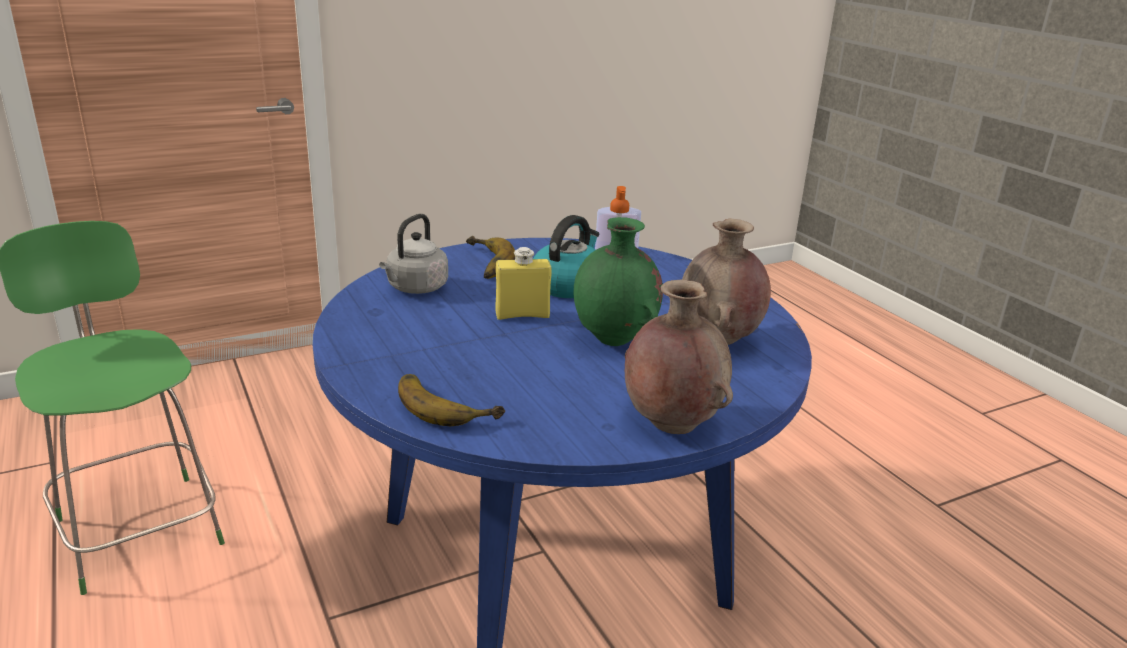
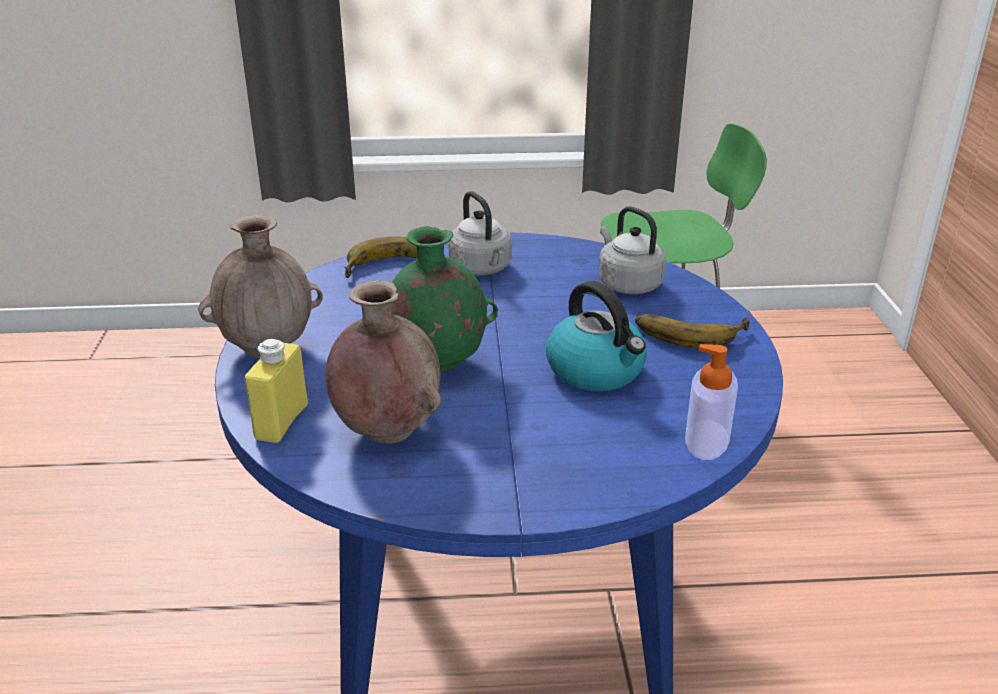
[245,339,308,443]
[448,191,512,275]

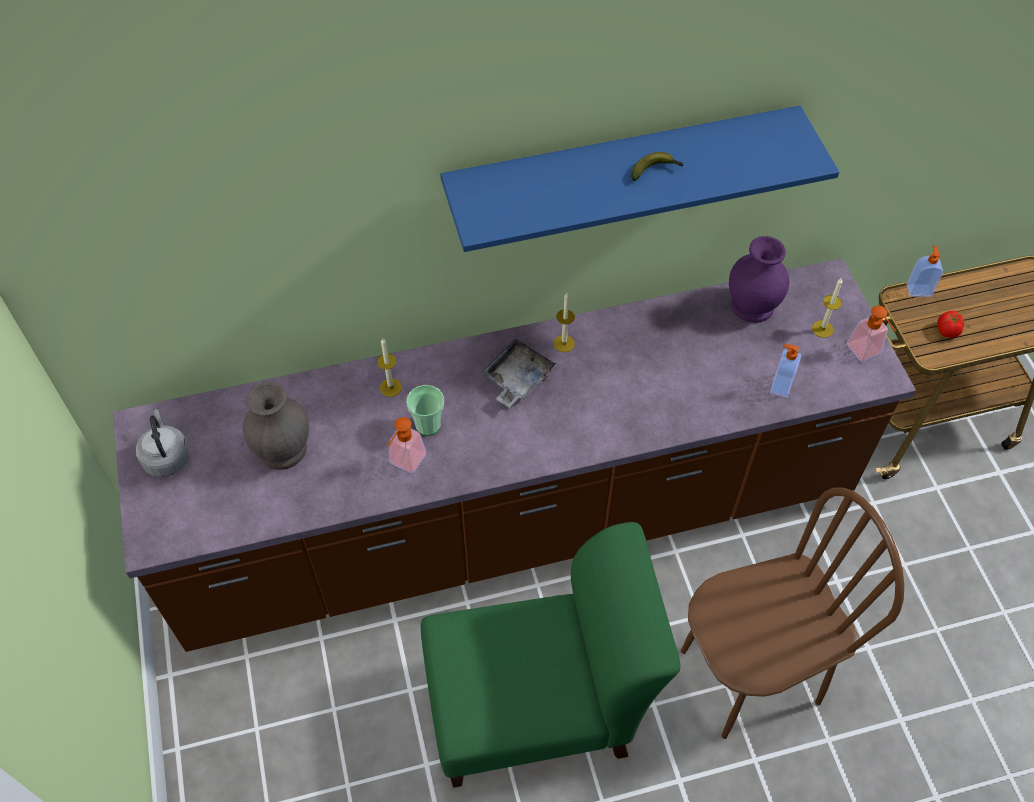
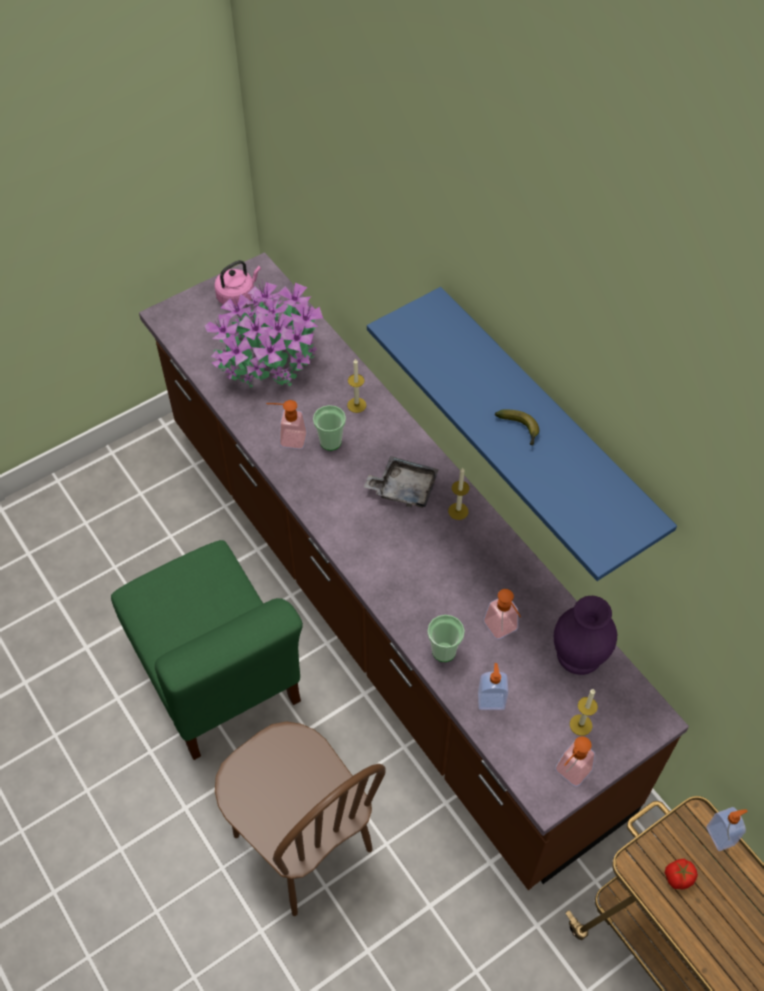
[205,281,323,388]
[214,260,261,307]
[483,589,521,639]
[427,615,465,662]

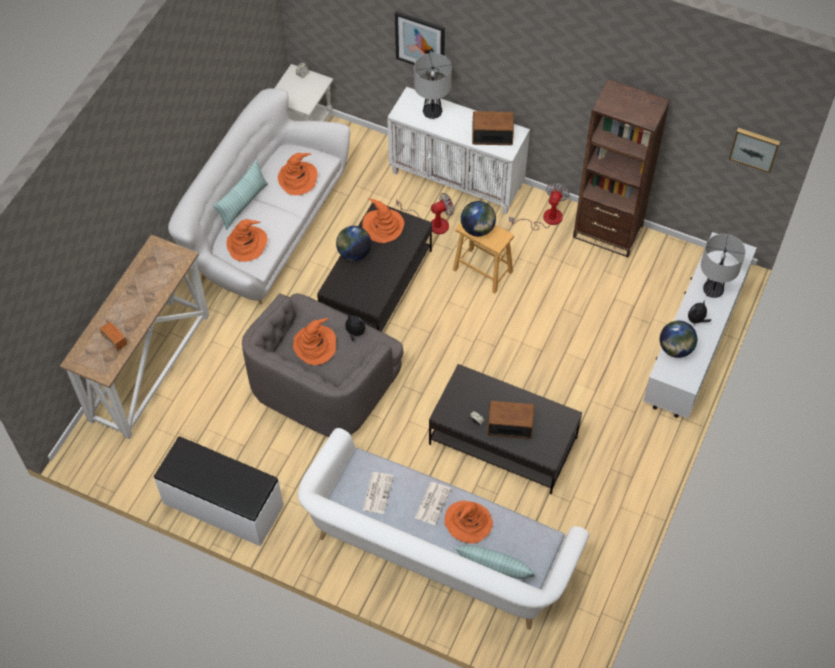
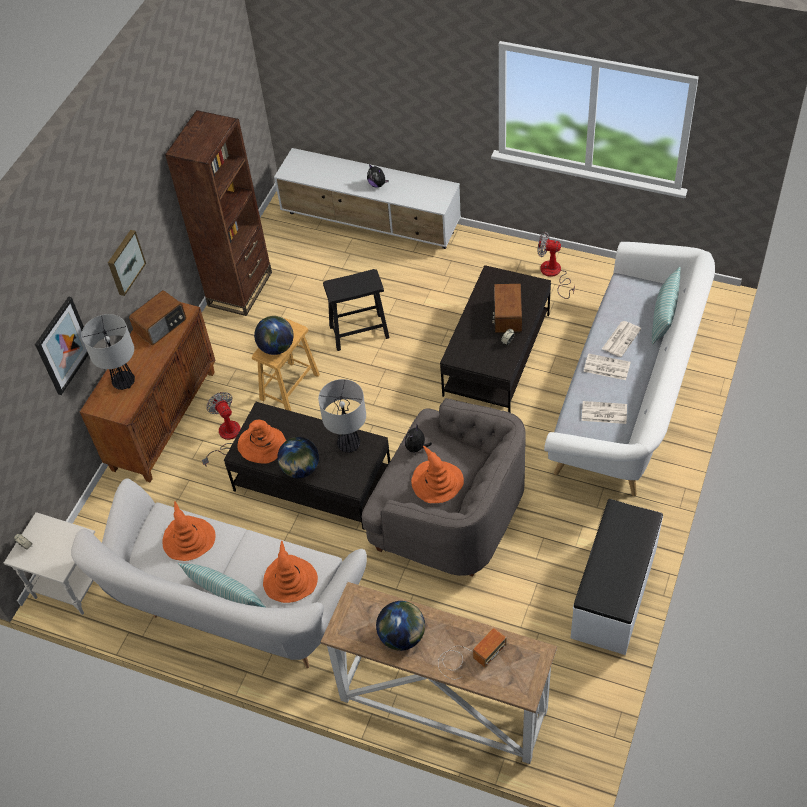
[80,302,216,482]
[129,290,186,346]
[108,230,146,296]
[537,232,575,299]
[318,379,366,453]
[376,601,425,651]
[602,321,641,357]
[323,269,389,351]

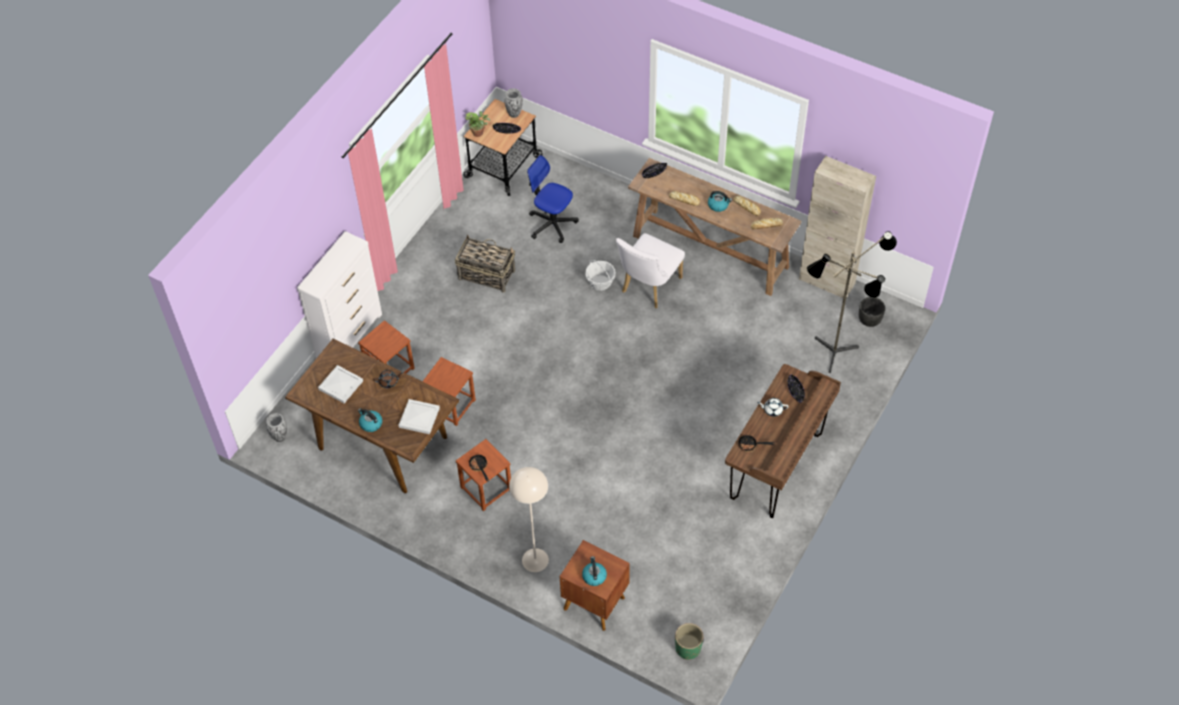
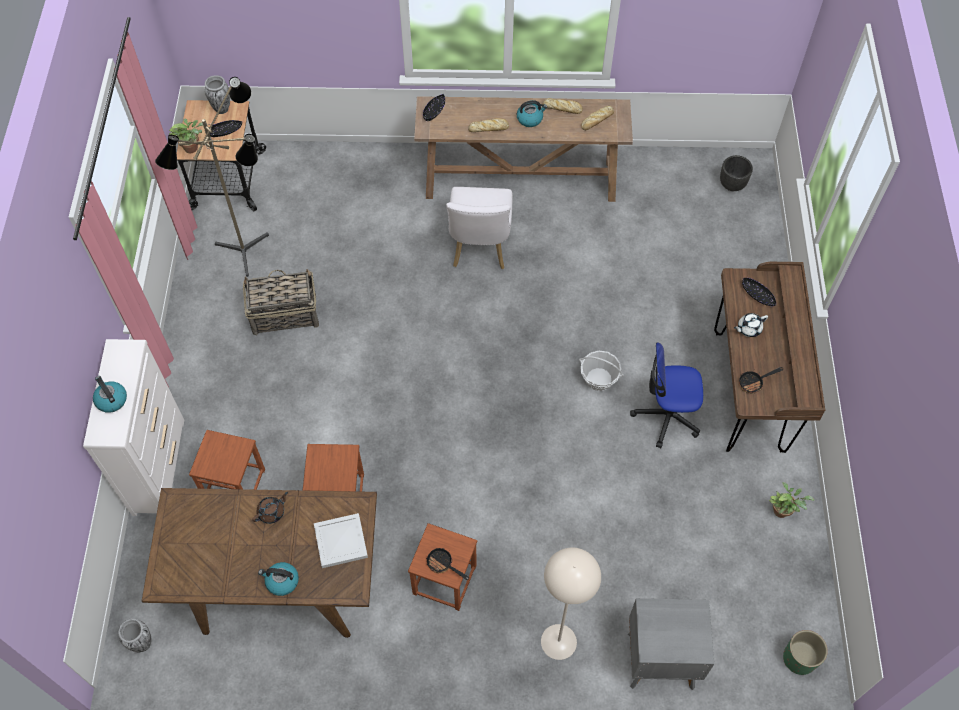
[630,342,703,448]
[799,156,876,298] (first image)
[155,77,269,277]
[579,351,624,391]
[318,365,363,403] (first image)
[628,598,714,690]
[93,376,127,413]
[769,482,815,518]

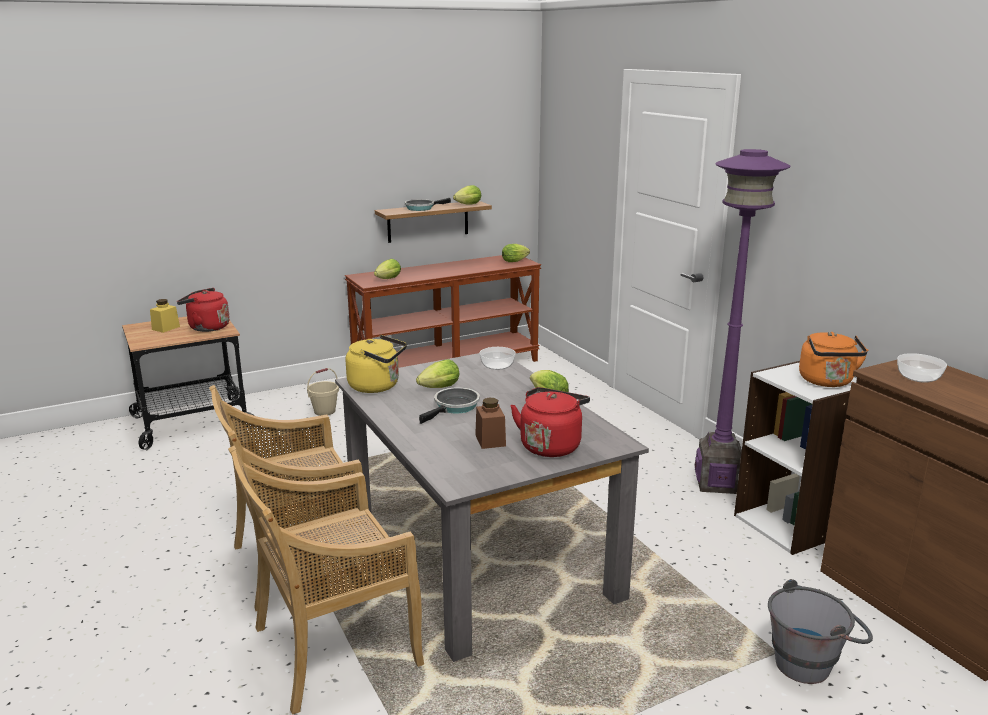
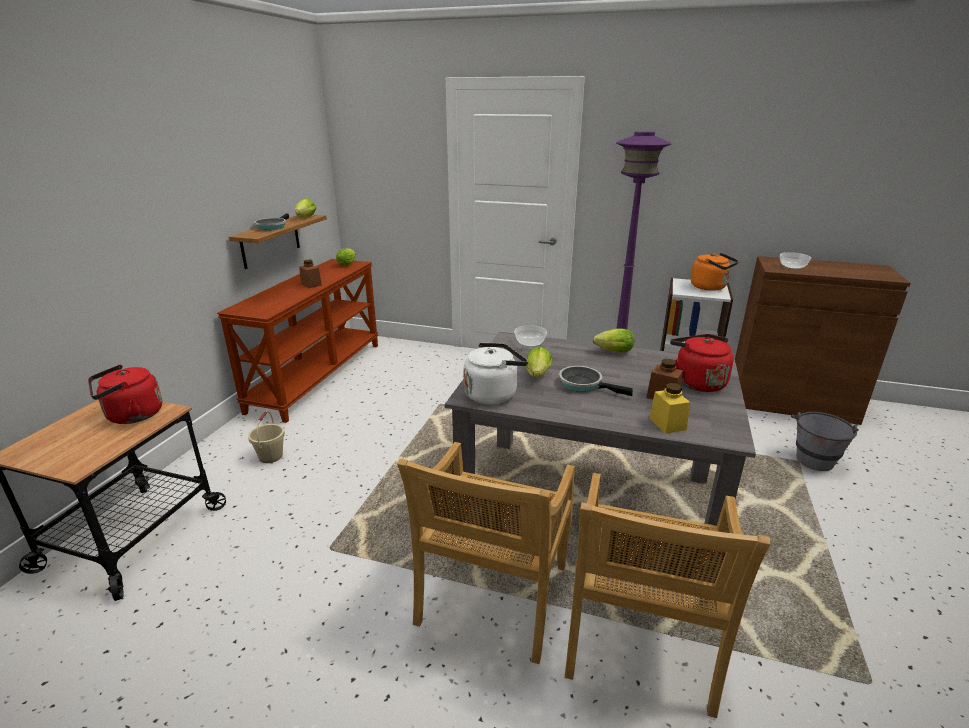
[374,259,401,279] (first image)
[649,383,690,434]
[463,343,528,405]
[559,366,633,396]
[299,260,322,288]

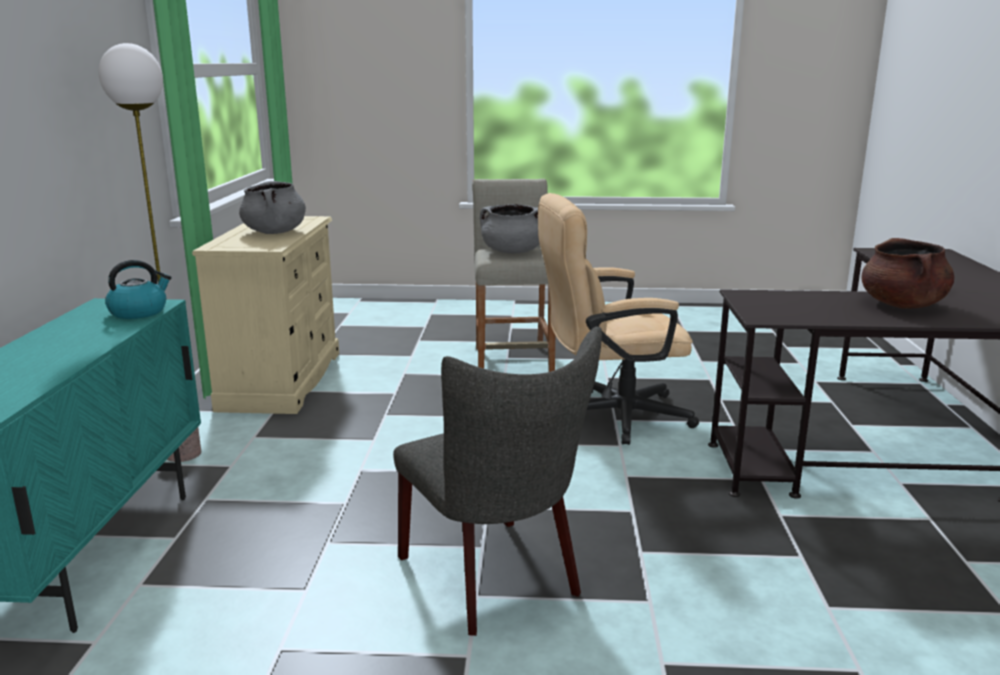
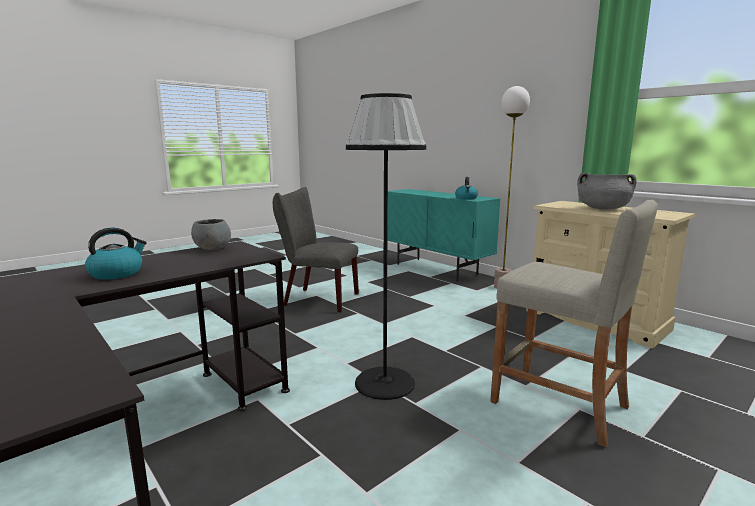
[346,93,426,400]
[480,204,540,253] (first image)
[85,228,147,280]
[191,219,231,250]

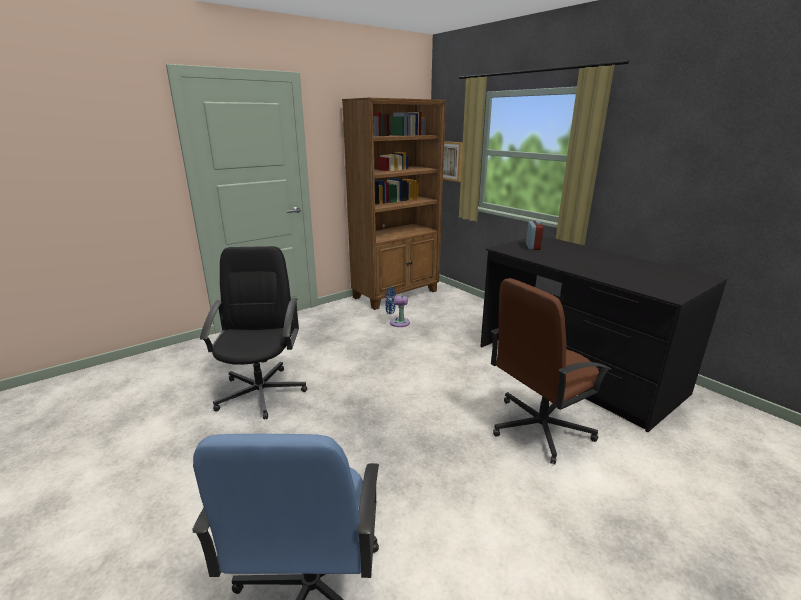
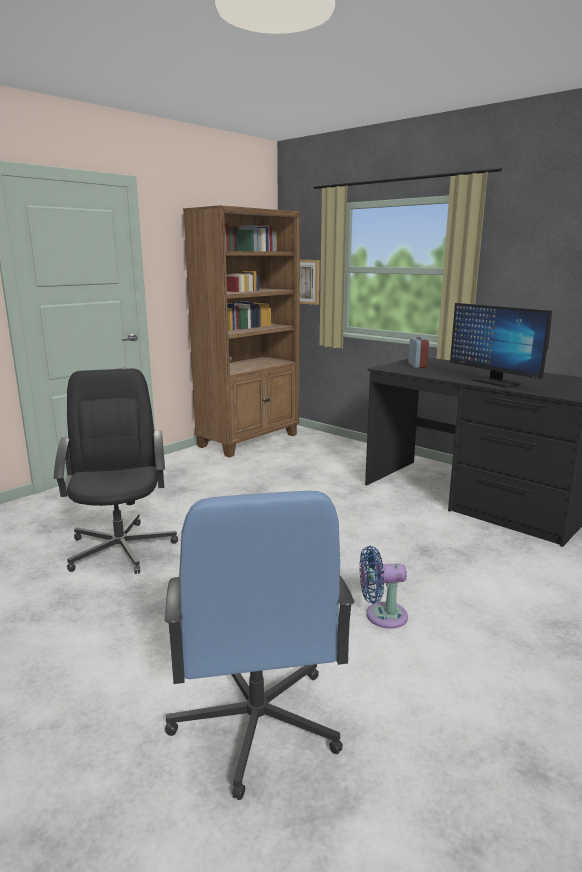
[491,278,612,464] (first image)
[360,546,408,629]
[450,303,552,388]

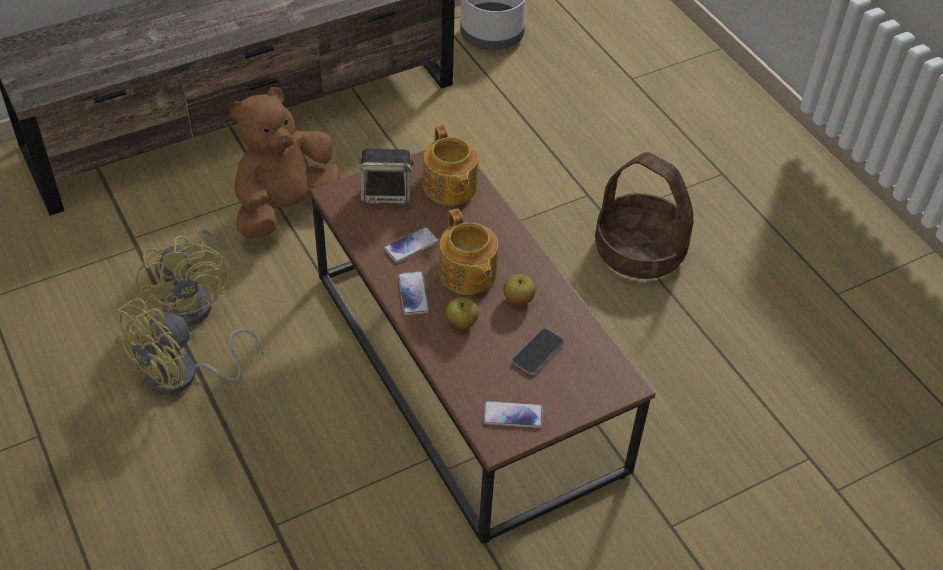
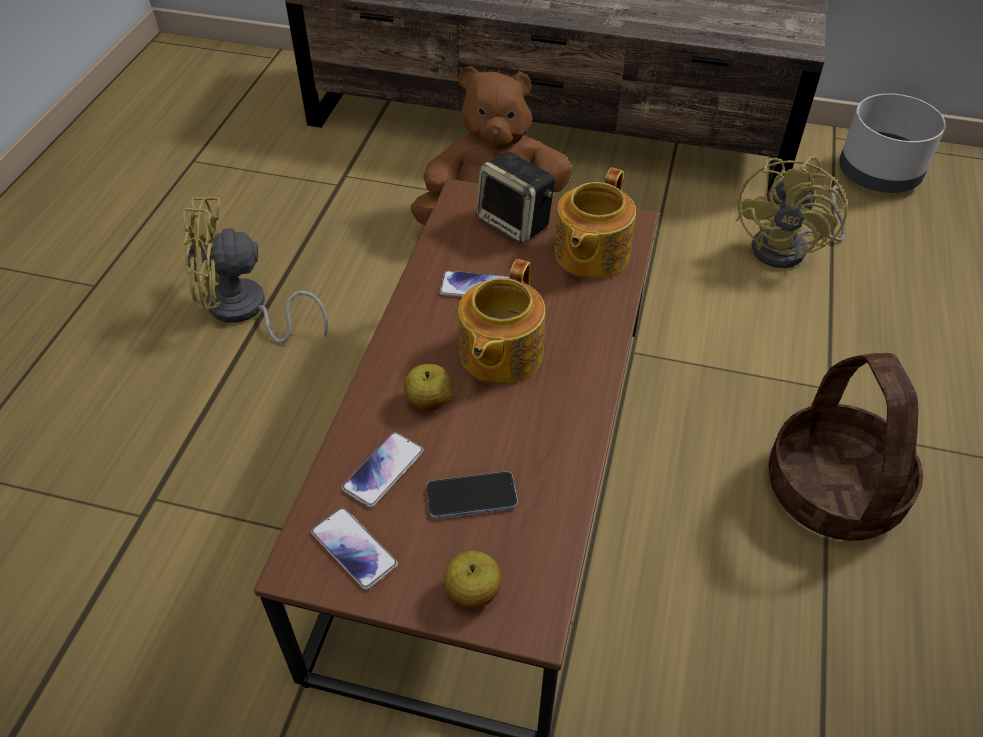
[735,157,848,268]
[342,432,424,508]
[444,551,501,609]

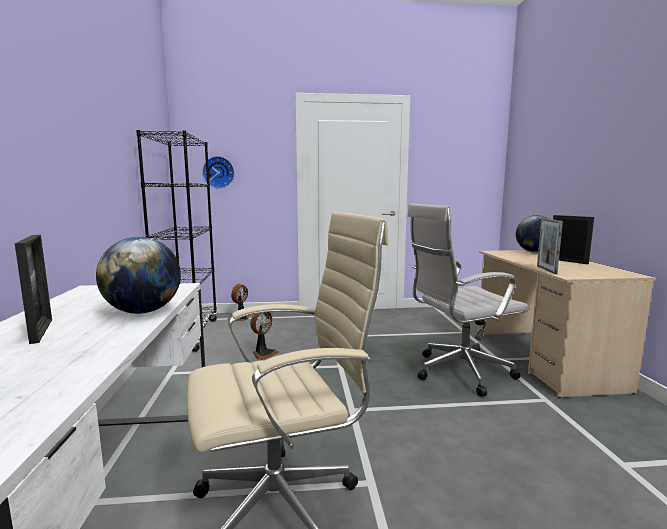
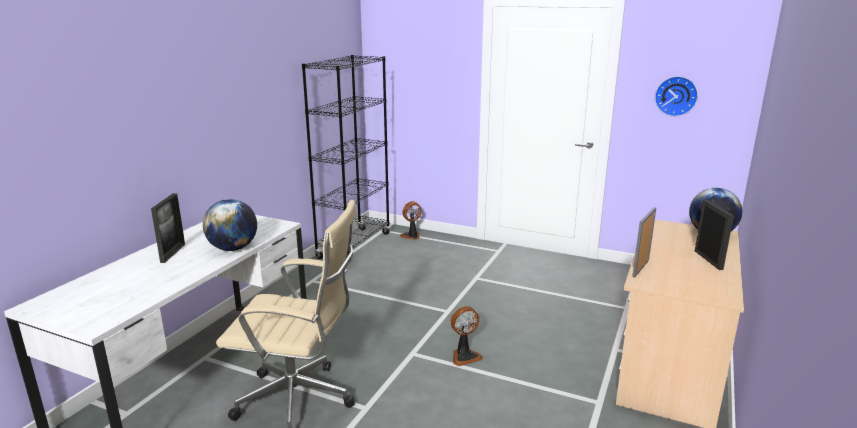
[655,76,698,117]
[407,203,529,397] (first image)
[451,306,483,366]

